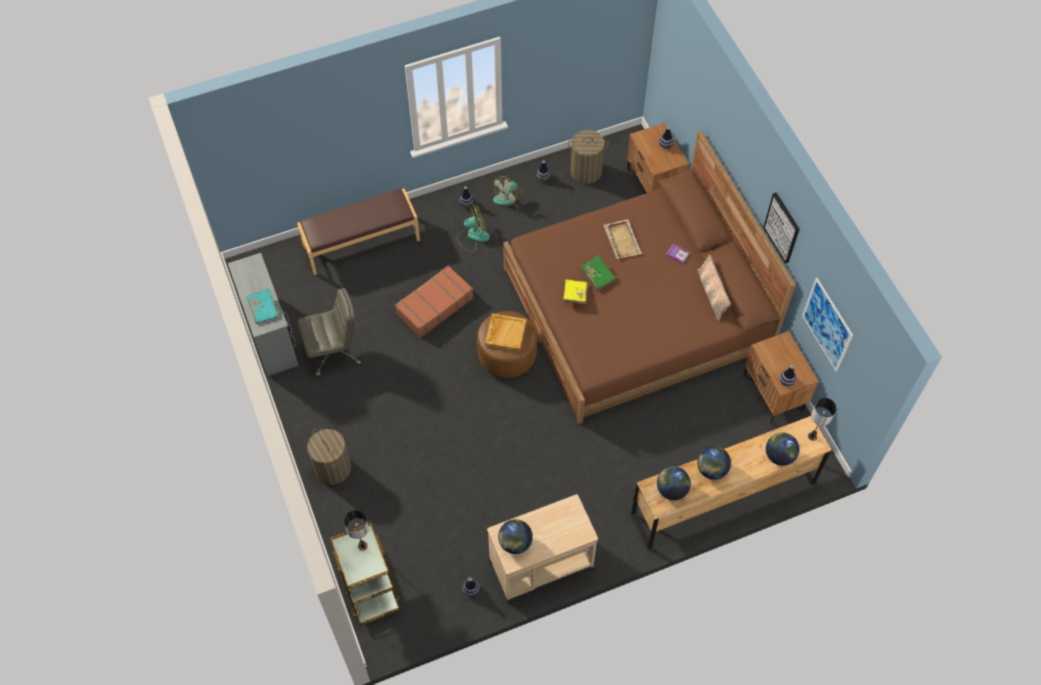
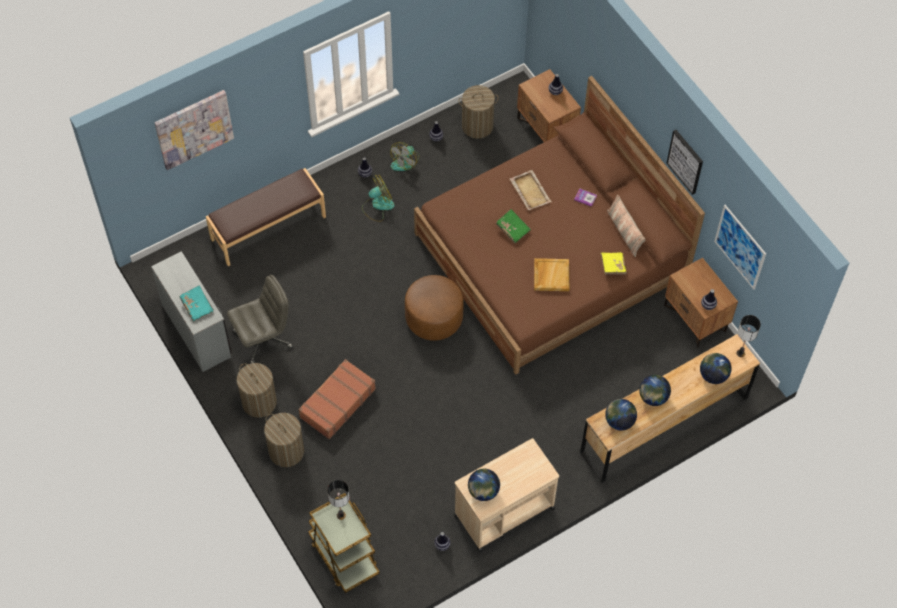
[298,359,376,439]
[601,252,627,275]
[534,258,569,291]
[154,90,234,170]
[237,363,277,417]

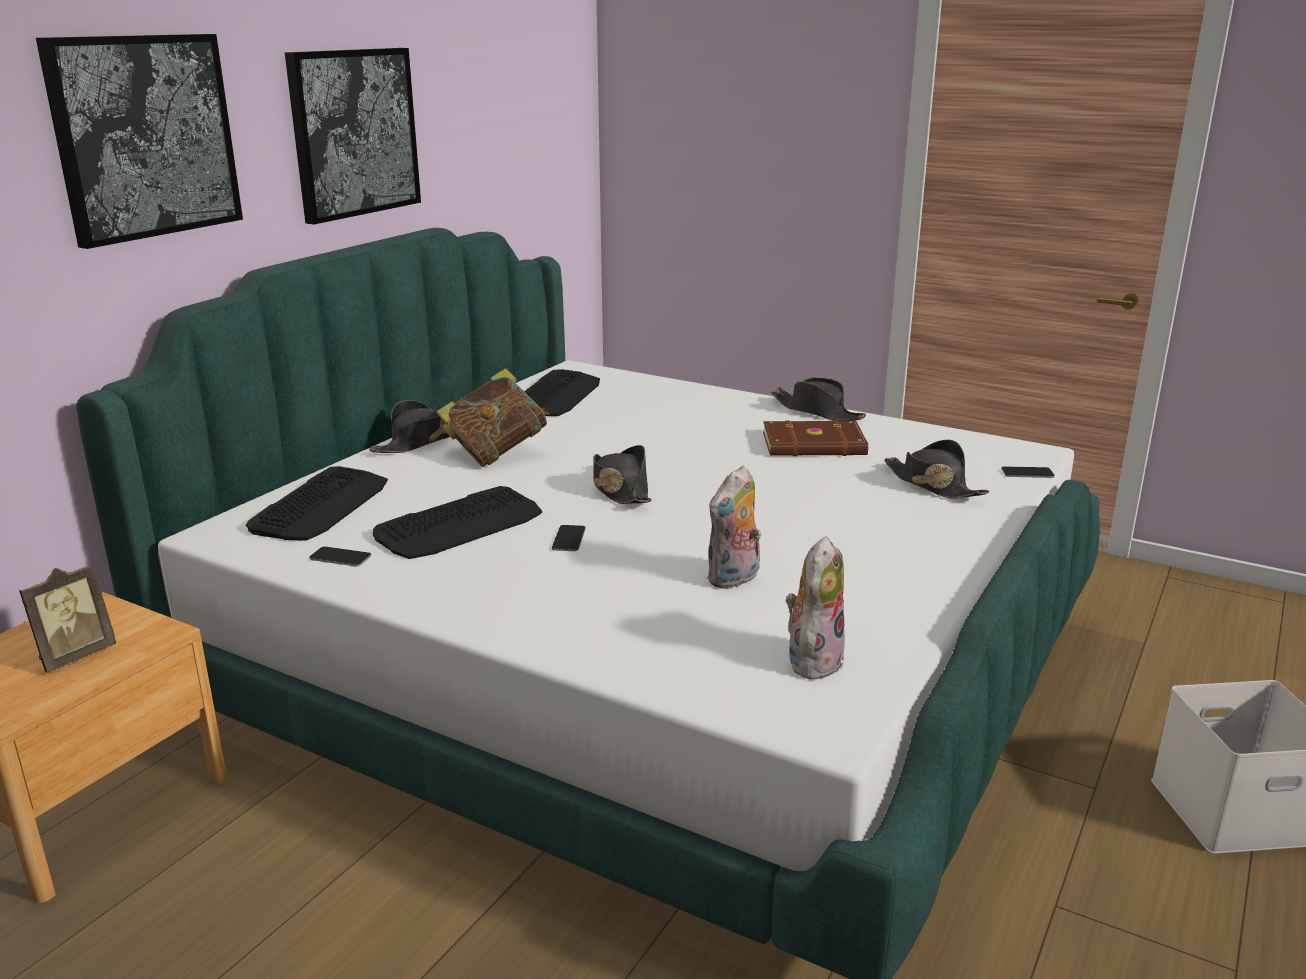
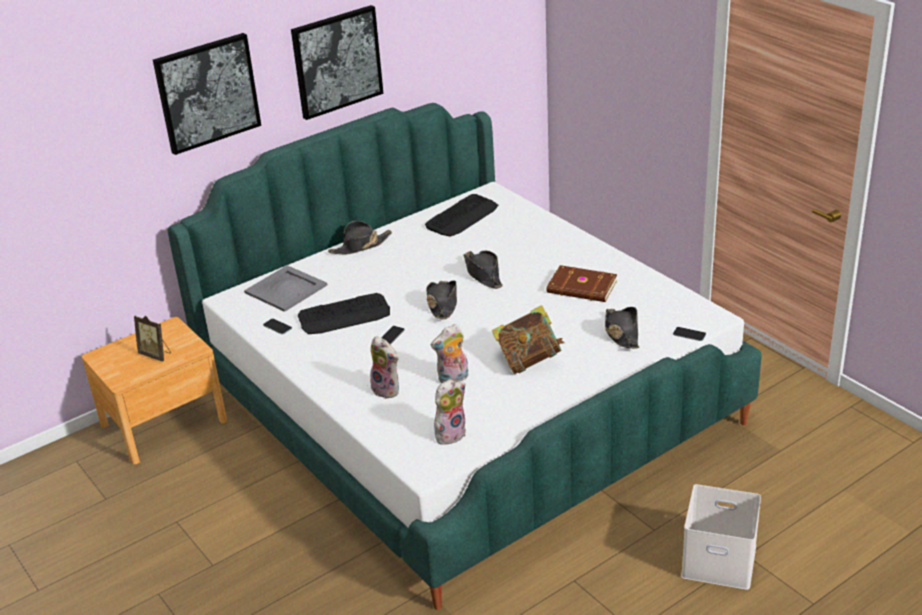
[492,305,565,374]
[463,251,503,289]
[244,265,327,312]
[134,315,171,362]
[370,336,399,399]

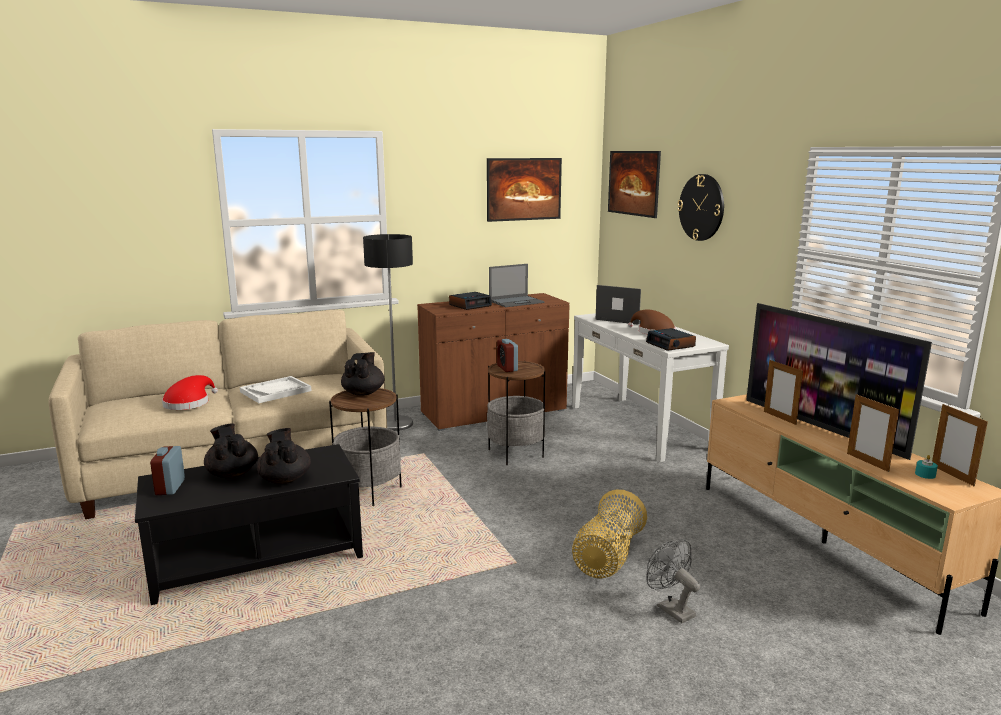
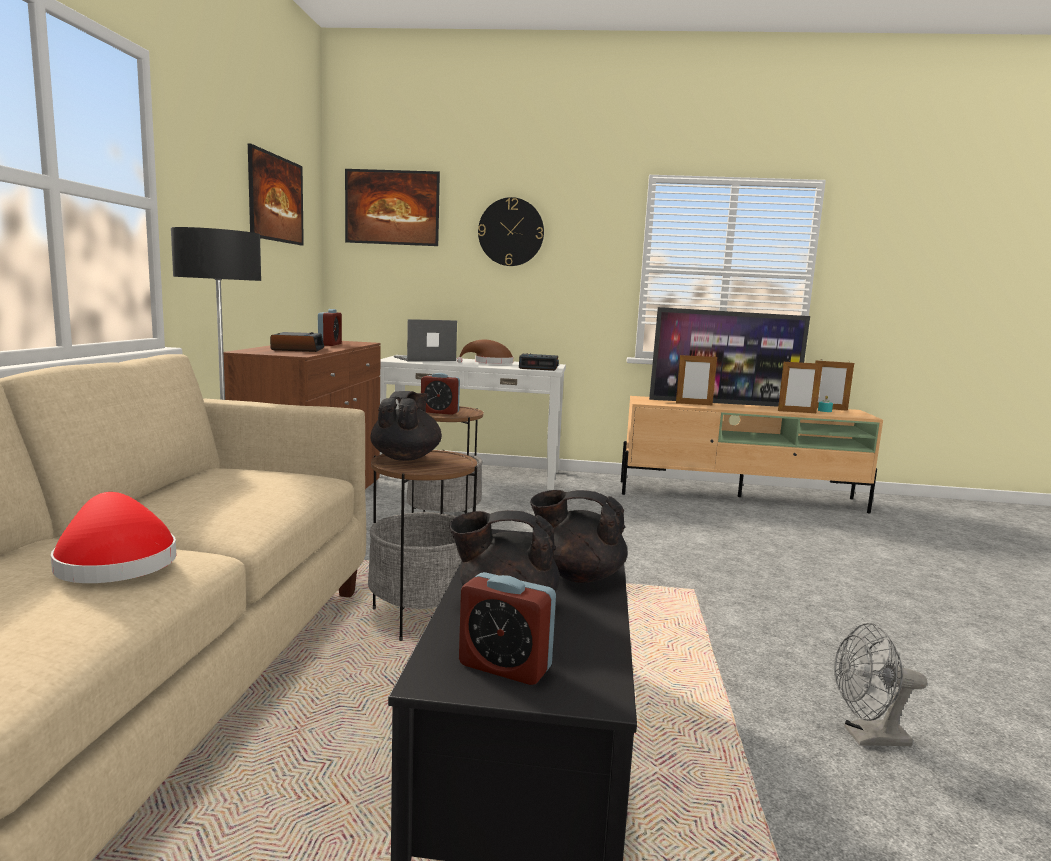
[318,309,342,346]
[371,391,442,461]
[240,376,312,403] (first image)
[572,490,647,578] (first image)
[834,623,927,746]

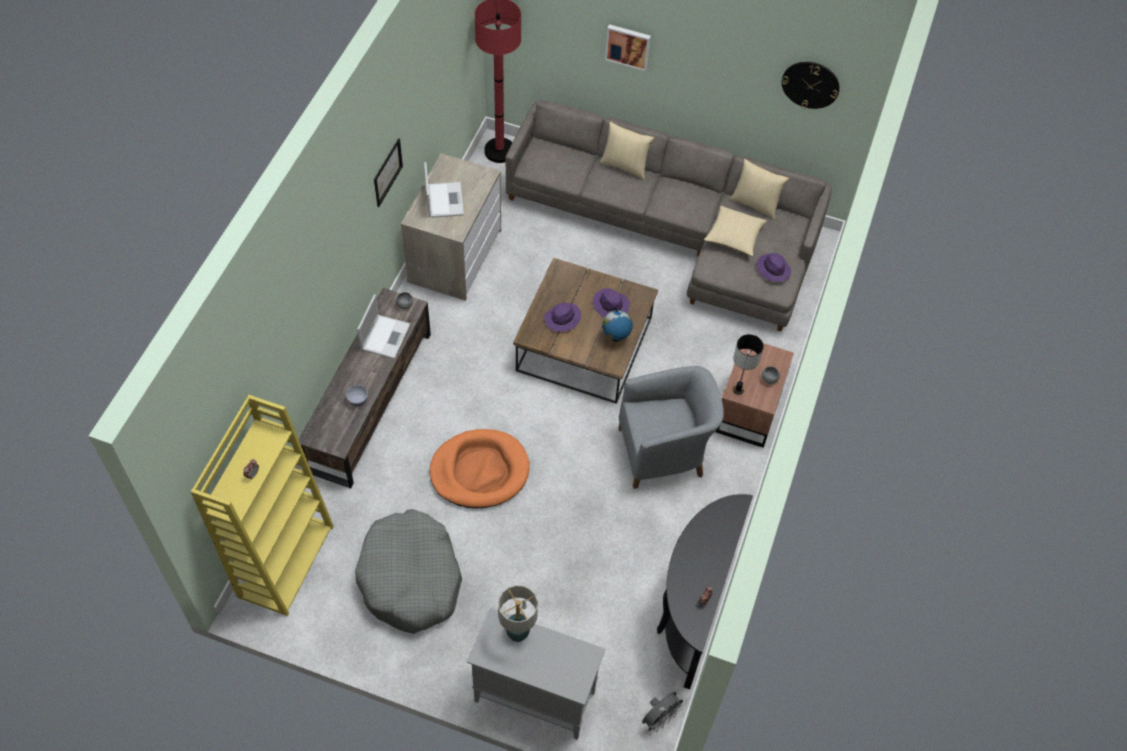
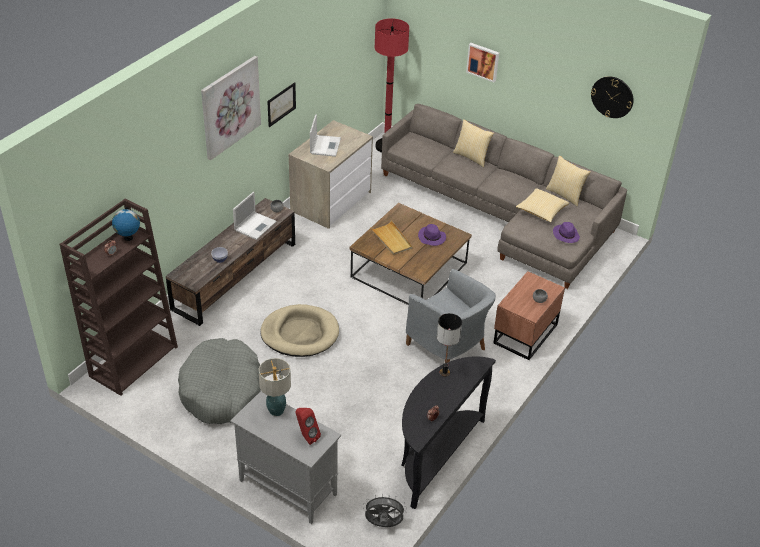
[371,220,413,255]
[112,207,140,241]
[437,313,462,377]
[406,269,496,363]
[60,198,178,396]
[260,304,339,357]
[363,494,407,527]
[201,56,261,160]
[295,408,321,445]

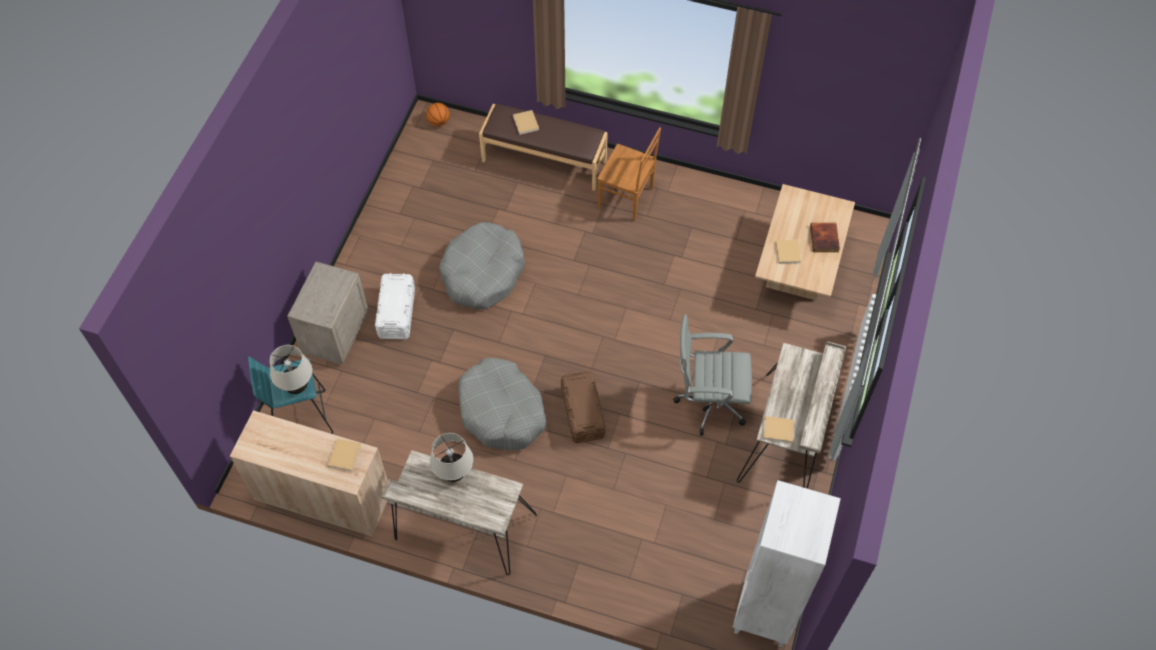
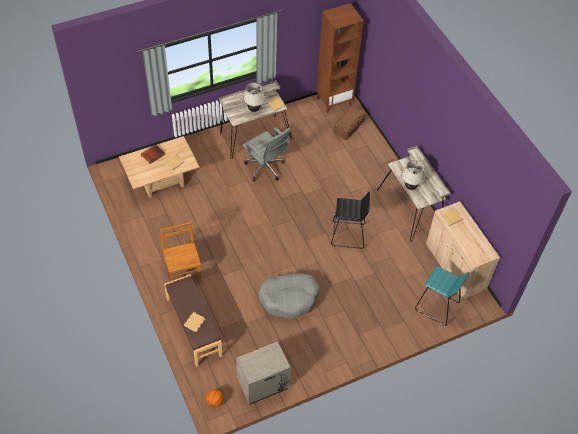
[236,342,291,405]
[375,273,415,339] (first image)
[243,83,265,112]
[331,191,370,249]
[333,106,366,140]
[316,3,364,113]

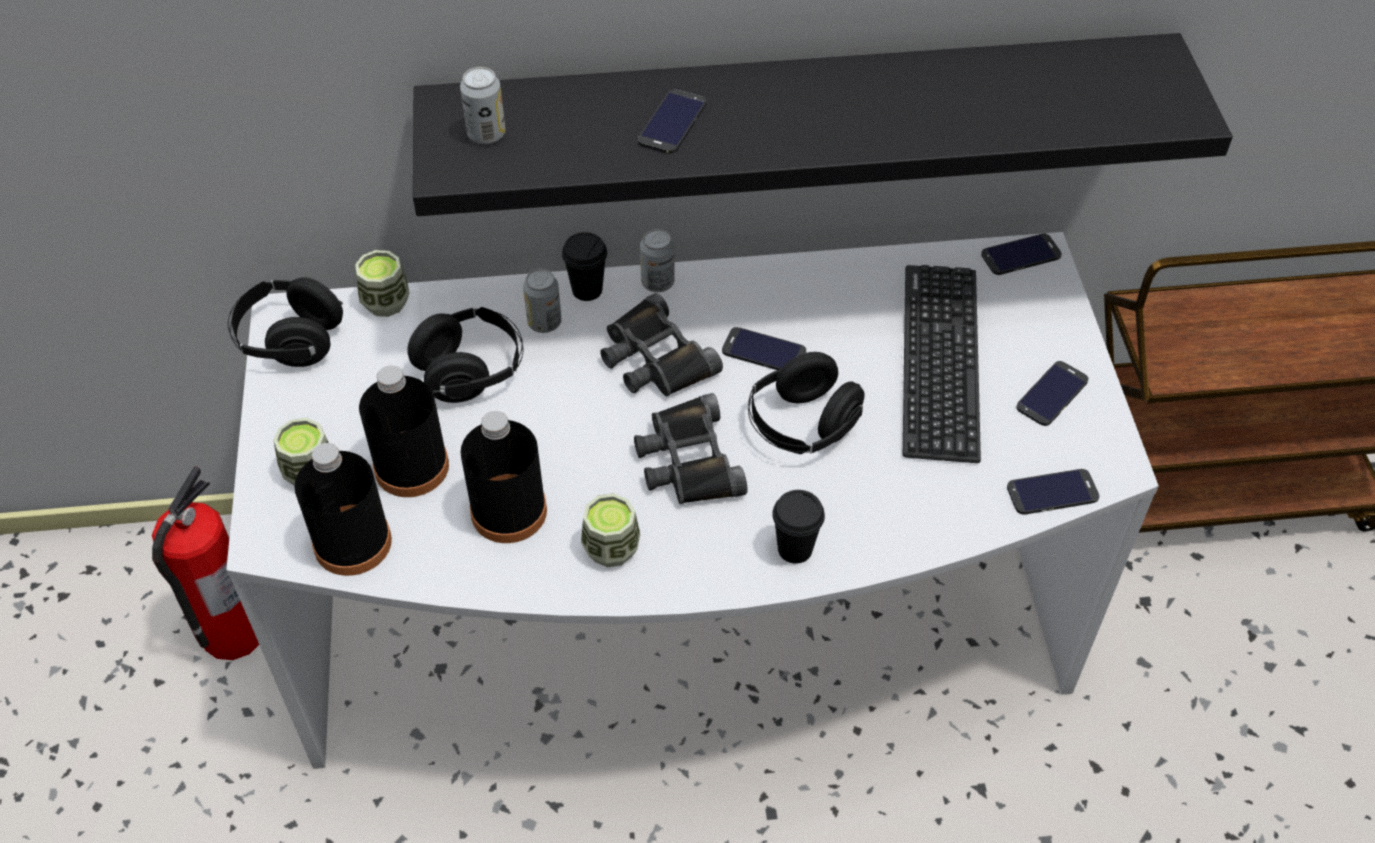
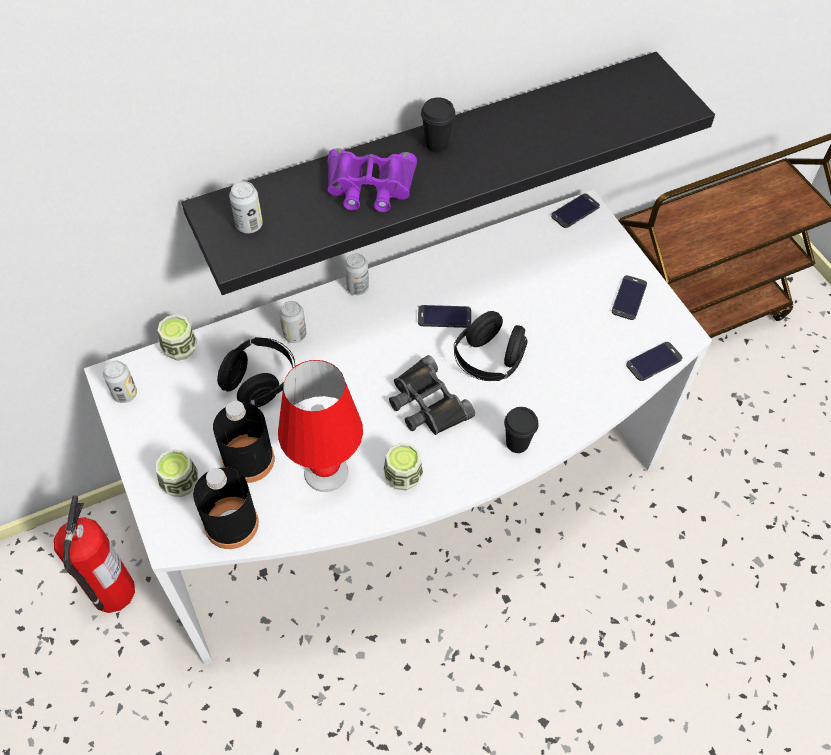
[328,148,417,212]
[421,97,456,152]
[903,265,981,463] (first image)
[103,361,137,403]
[600,293,723,397] (first image)
[278,360,363,492]

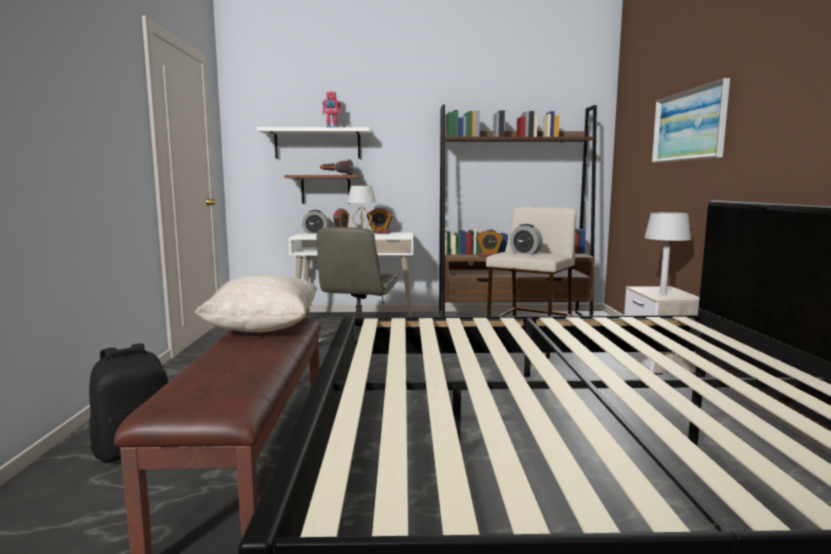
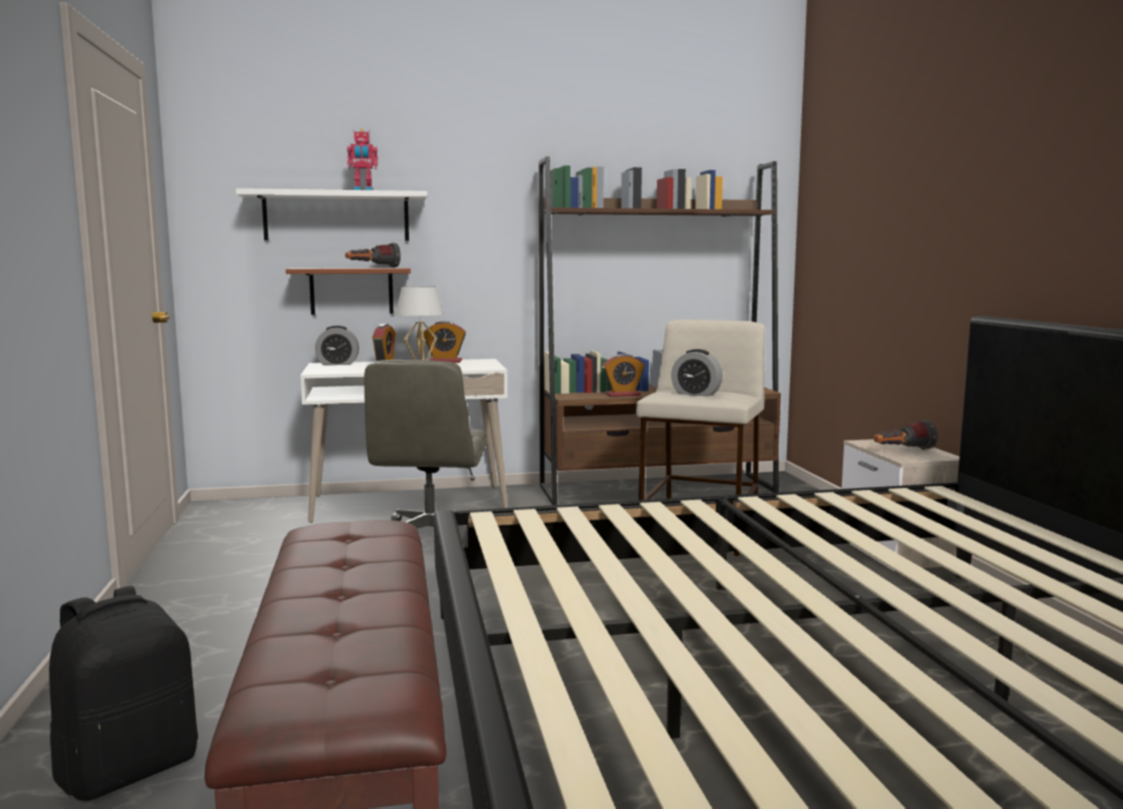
[652,78,730,163] (first image)
[874,420,938,450]
[195,274,318,332] (first image)

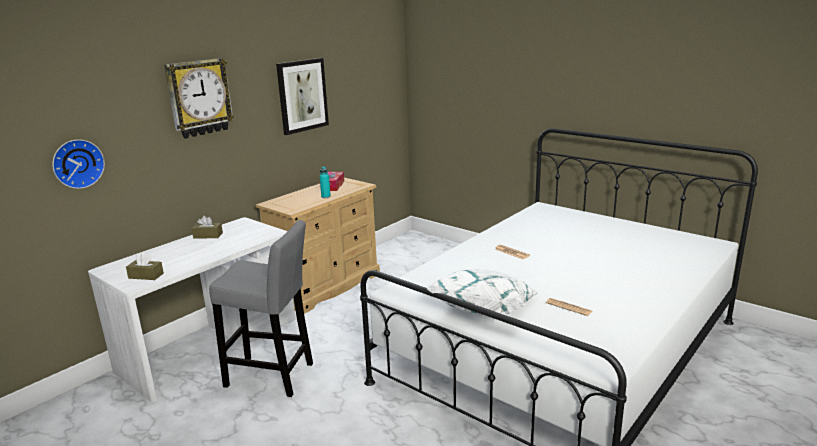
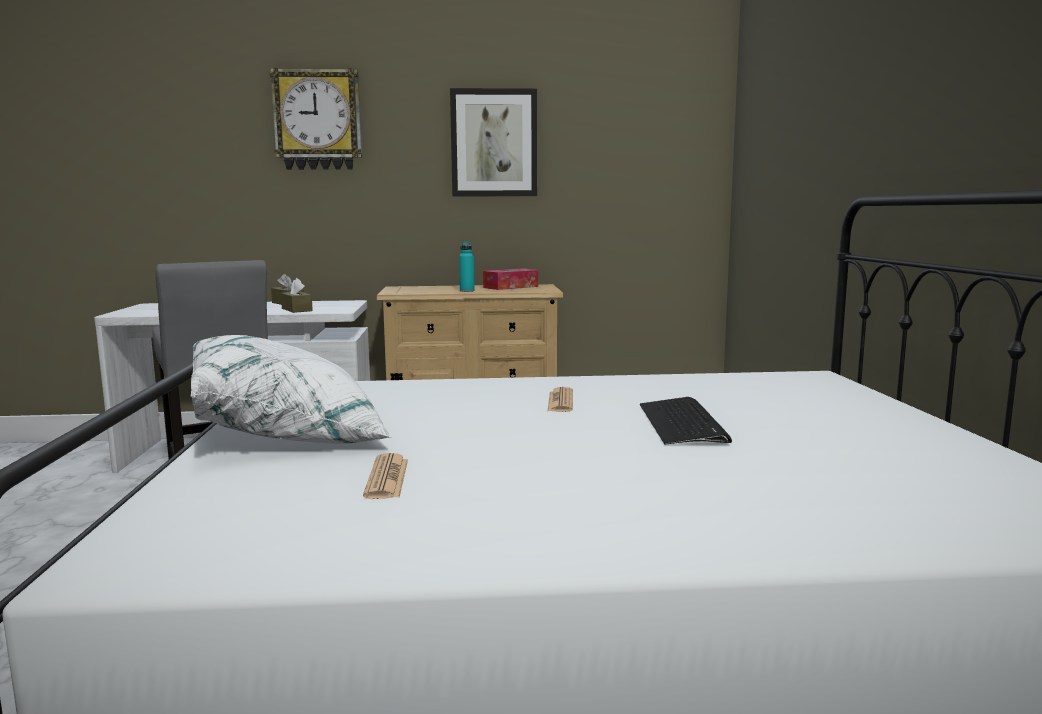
[52,139,105,189] (first image)
[281,278,313,313]
[640,397,732,444]

